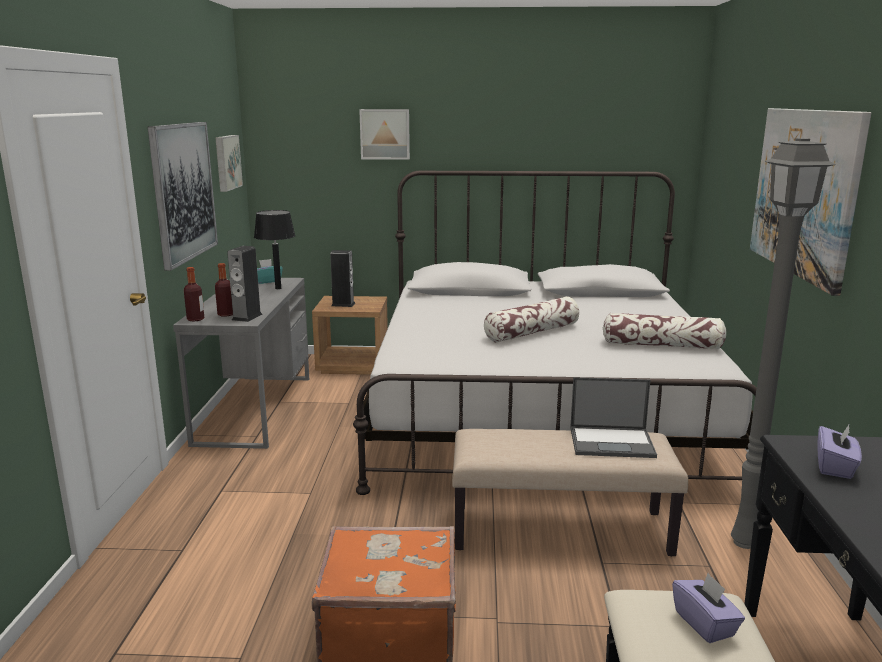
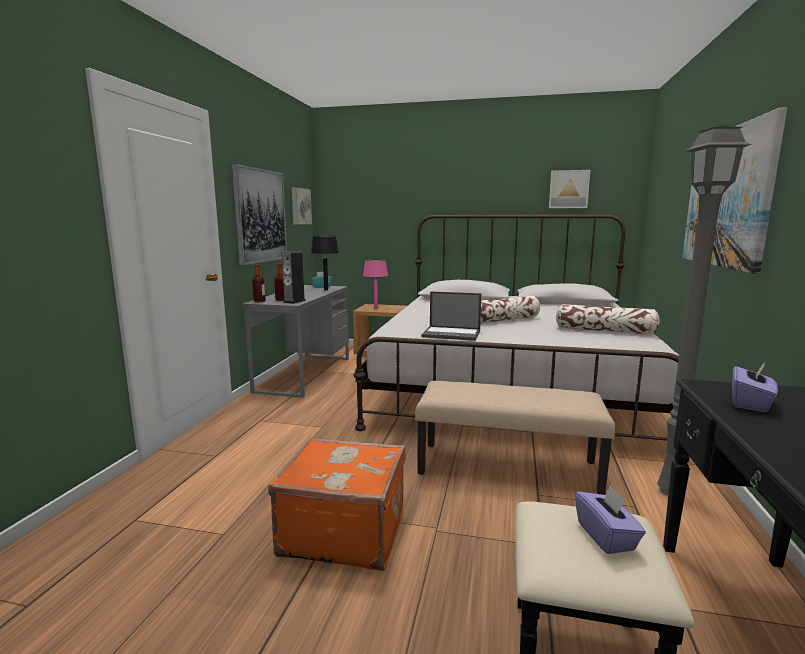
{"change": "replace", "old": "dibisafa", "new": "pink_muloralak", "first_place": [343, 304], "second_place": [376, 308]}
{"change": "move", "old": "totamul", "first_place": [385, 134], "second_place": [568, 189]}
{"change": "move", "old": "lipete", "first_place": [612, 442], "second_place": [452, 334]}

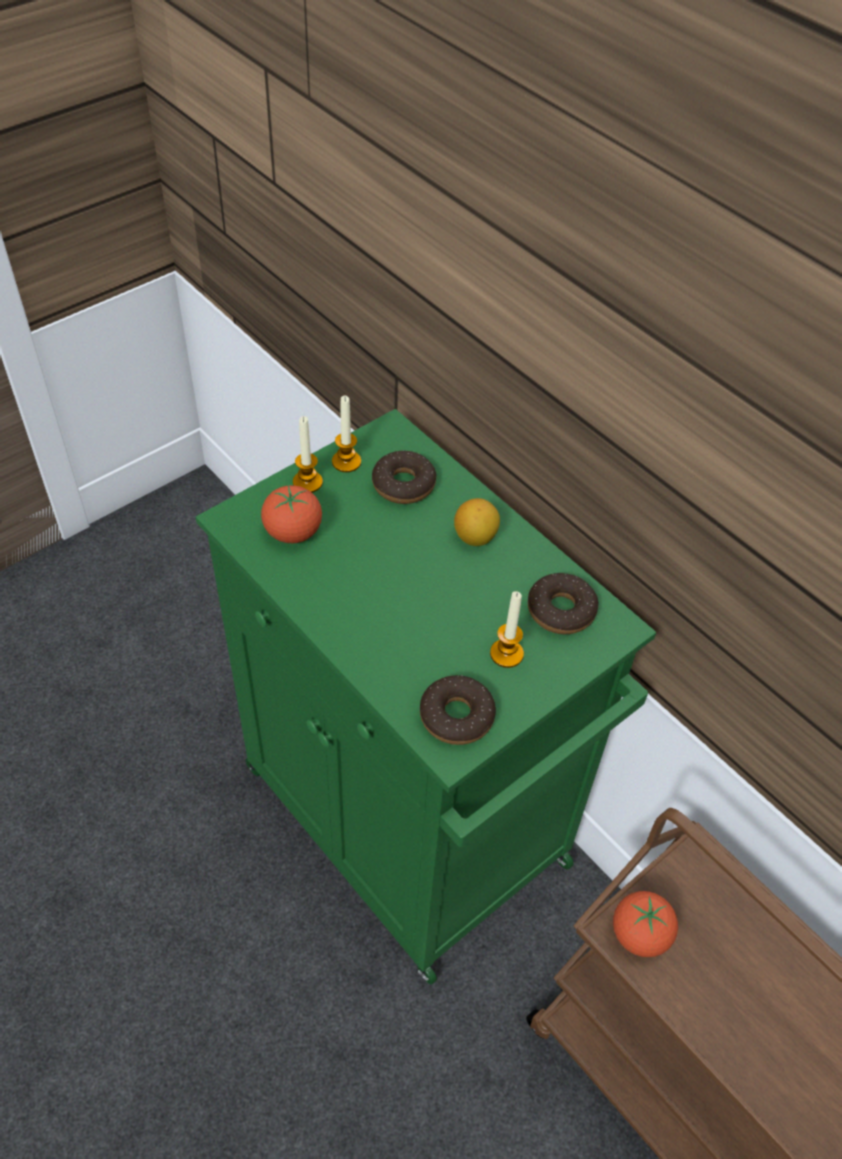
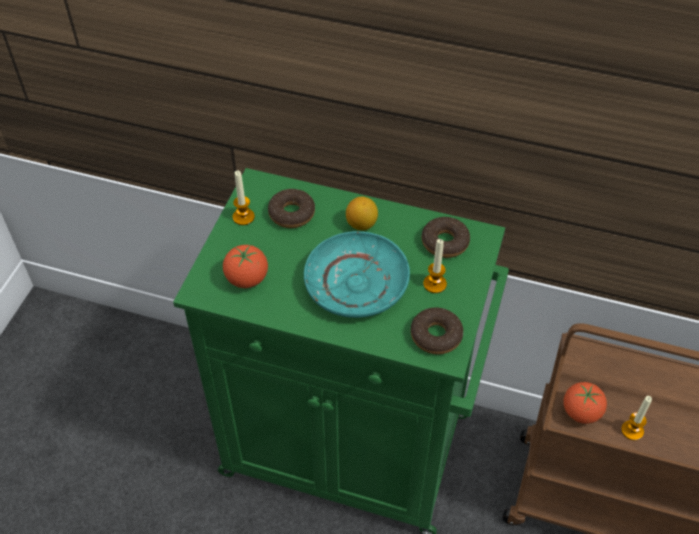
{"change": "move", "old": "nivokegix", "first_place": [307, 482], "second_place": [632, 430]}
{"change": "insert", "new": "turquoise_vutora", "second_place": [357, 284]}

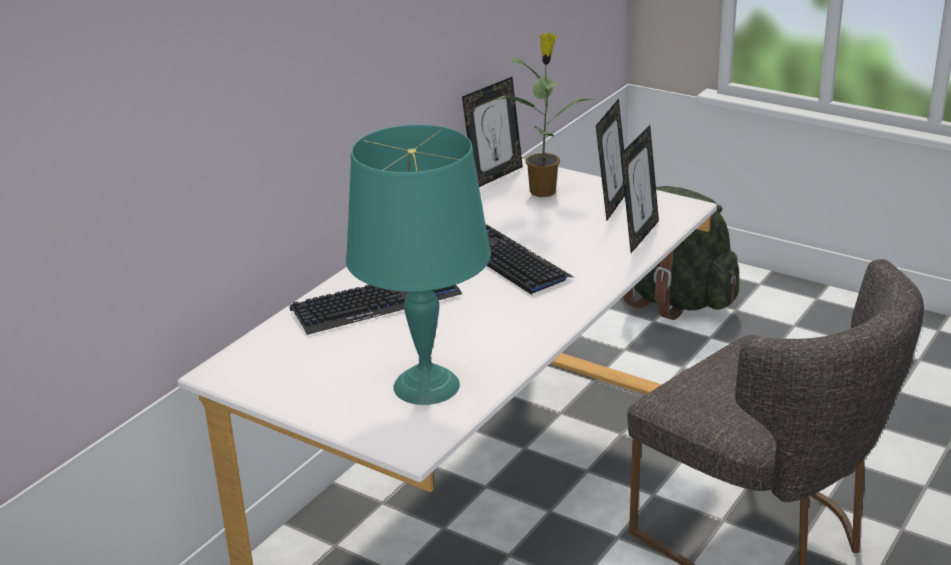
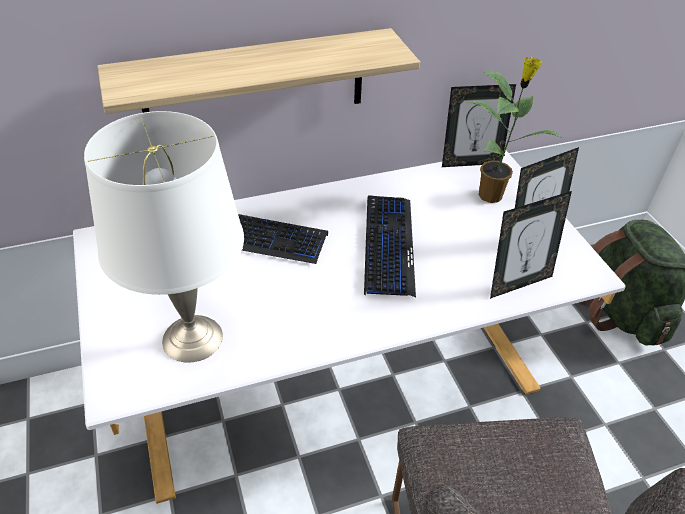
{"change": "recolor", "old": "turquoise_muloralak", "new": "white_muloralak", "first_place": [425, 385], "second_place": [192, 337]}
{"change": "insert", "new": "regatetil", "second_place": [255, 83]}

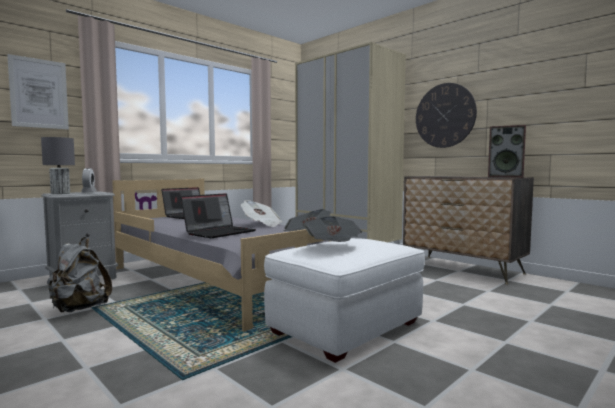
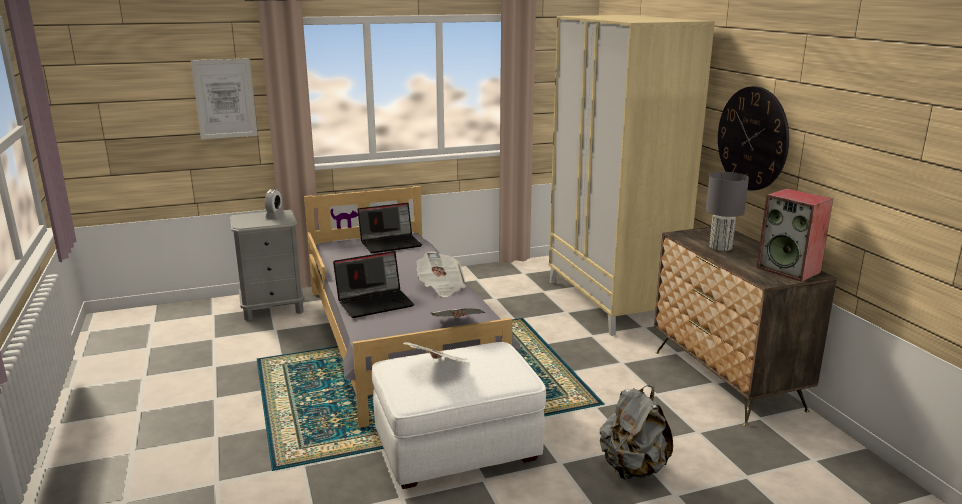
{"change": "move", "old": "grey_muloralak", "first_place": [60, 193], "second_place": [720, 247]}
{"change": "move", "old": "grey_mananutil", "first_place": [78, 309], "second_place": [633, 468]}

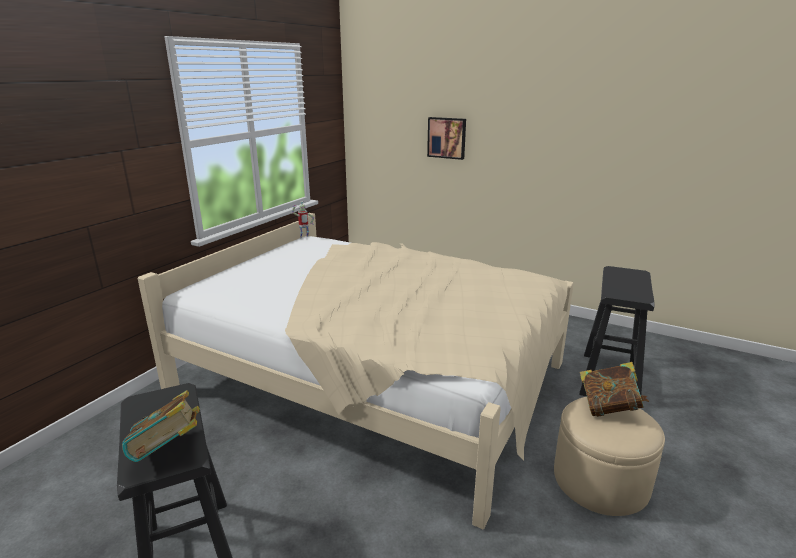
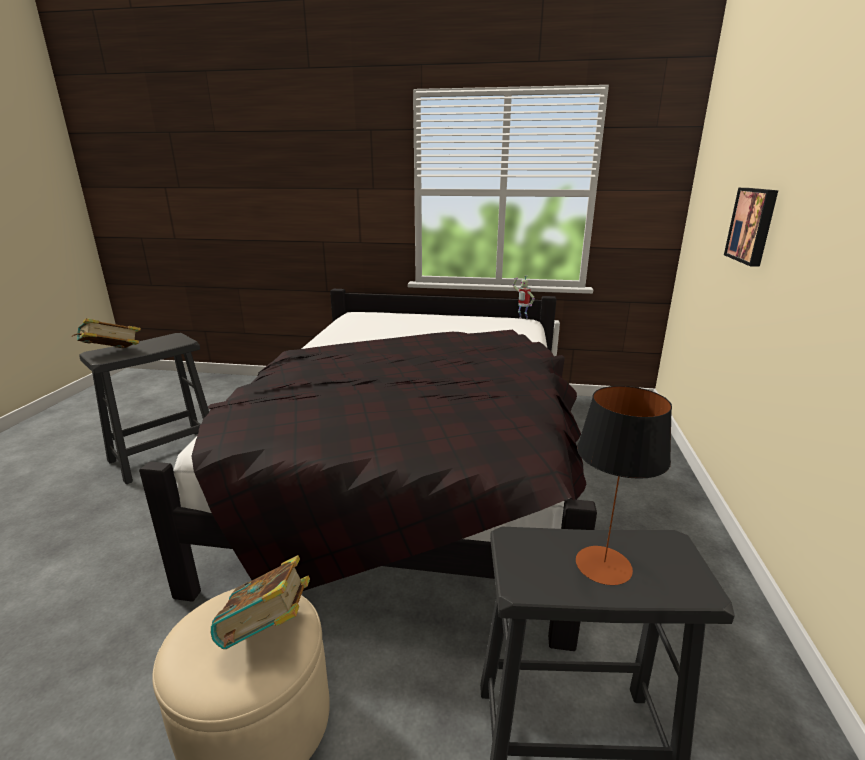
{"change": "recolor", "old": "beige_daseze", "new": "black_daseze", "first_place": [374, 377], "second_place": [415, 473]}
{"change": "insert", "new": "muloralak", "second_place": [604, 565]}

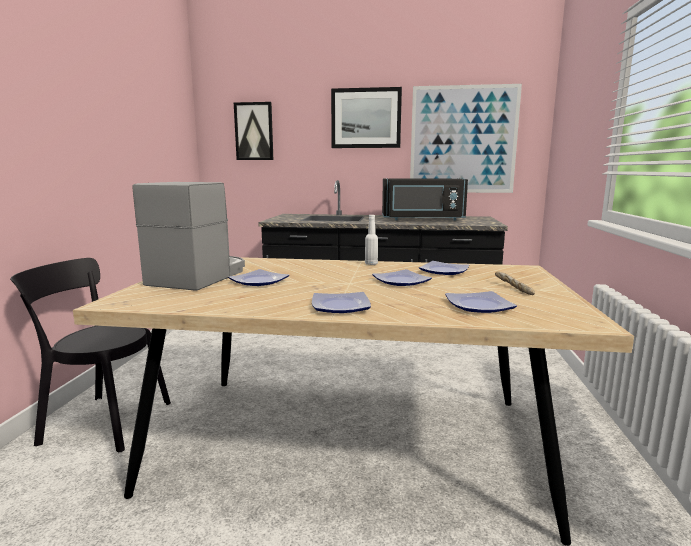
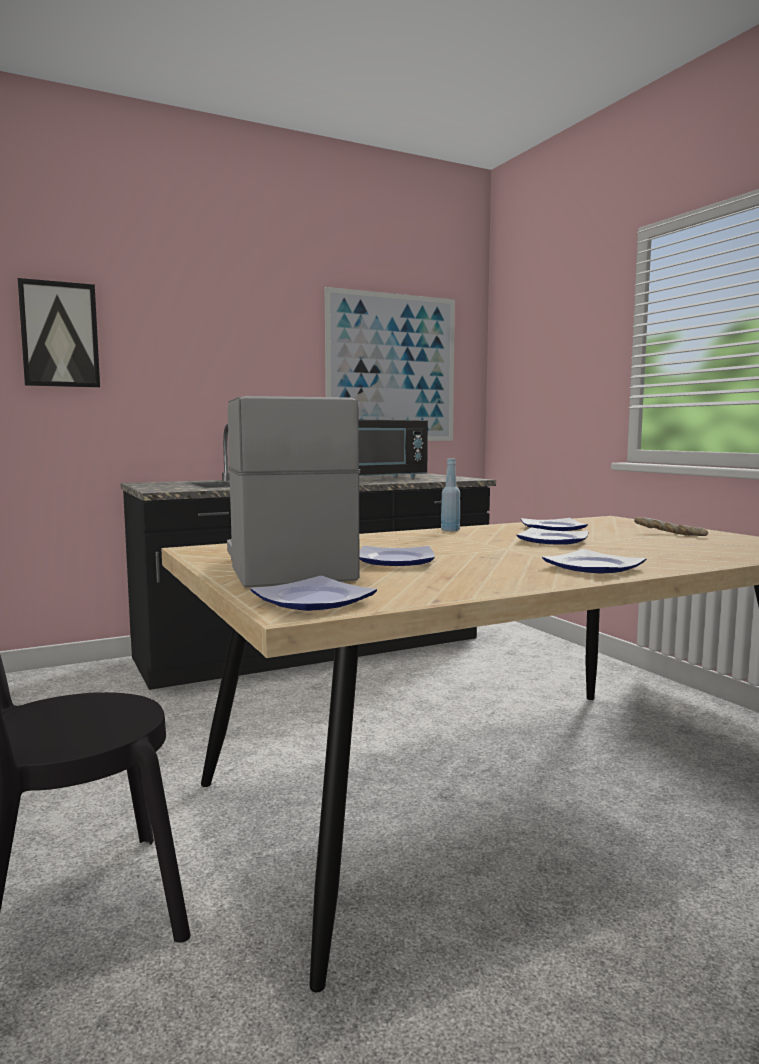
{"change": "delete", "old": "totamul", "first_place": [366, 118]}
{"change": "recolor", "old": "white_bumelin", "new": "blue_bumelin", "first_place": [371, 264], "second_place": [450, 530]}
{"change": "move", "old": "vutora", "first_place": [477, 305], "second_place": [311, 601]}

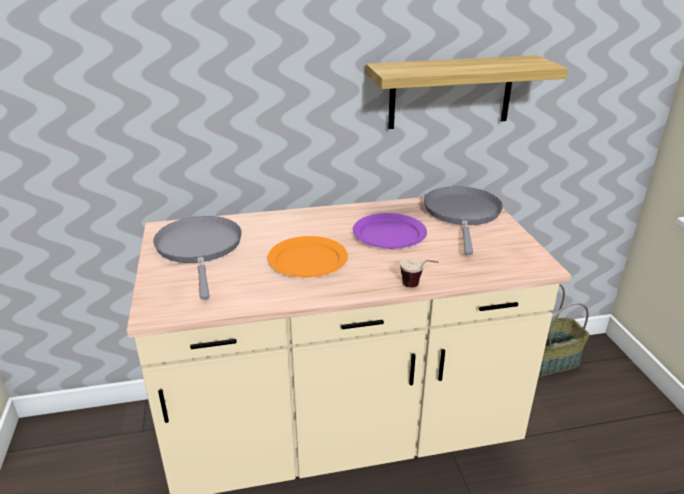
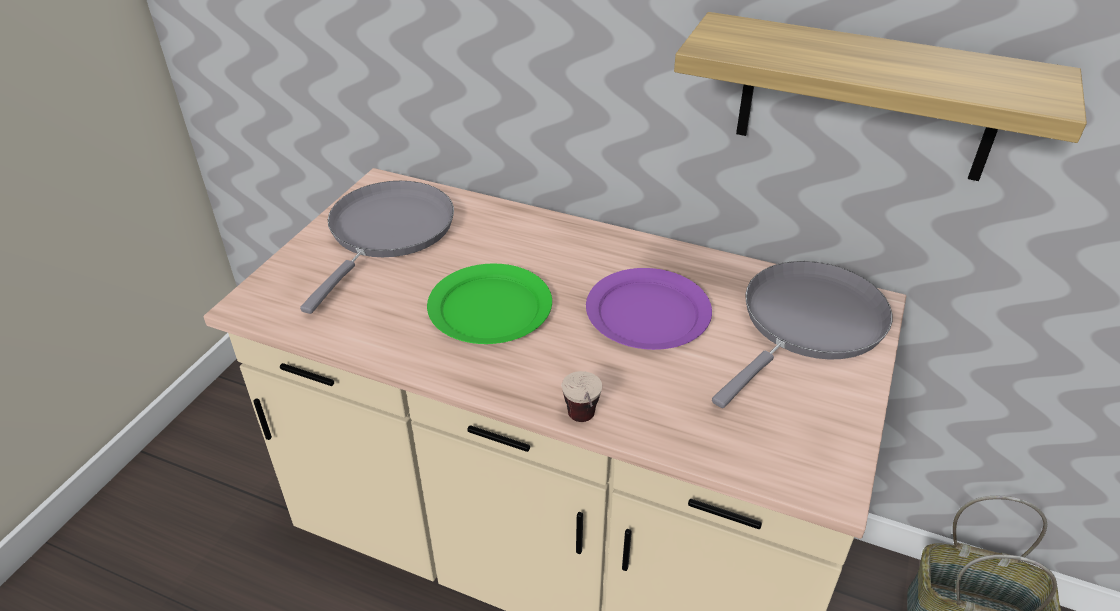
{"change": "recolor", "old": "orange_vutora", "new": "green_vutora", "first_place": [307, 260], "second_place": [490, 307]}

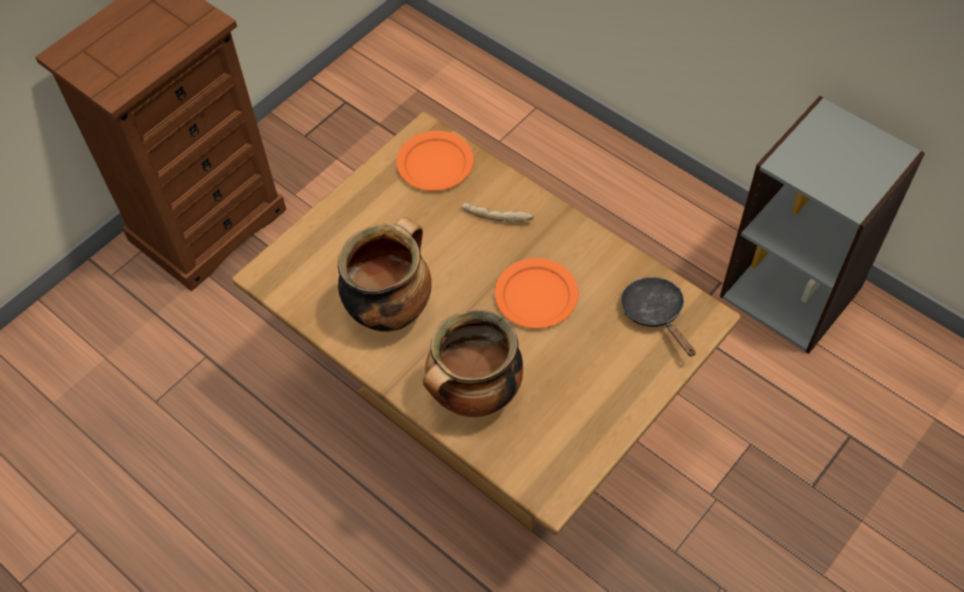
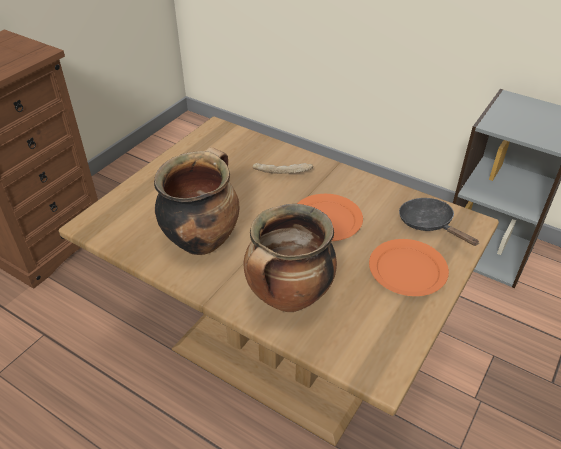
{"change": "move", "old": "orange_vutora", "first_place": [434, 164], "second_place": [407, 270]}

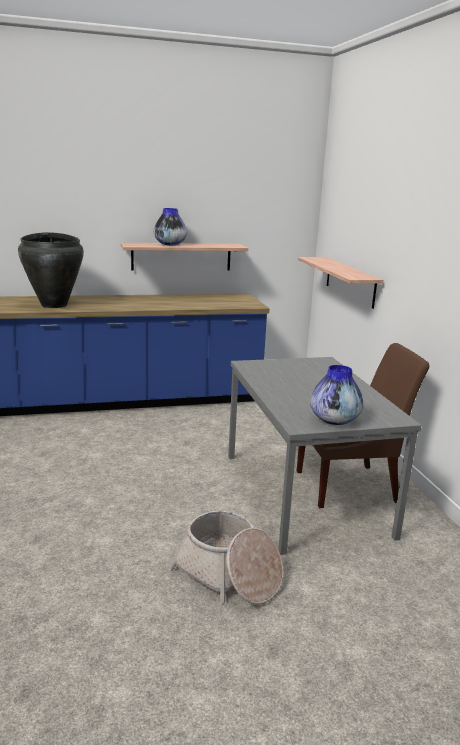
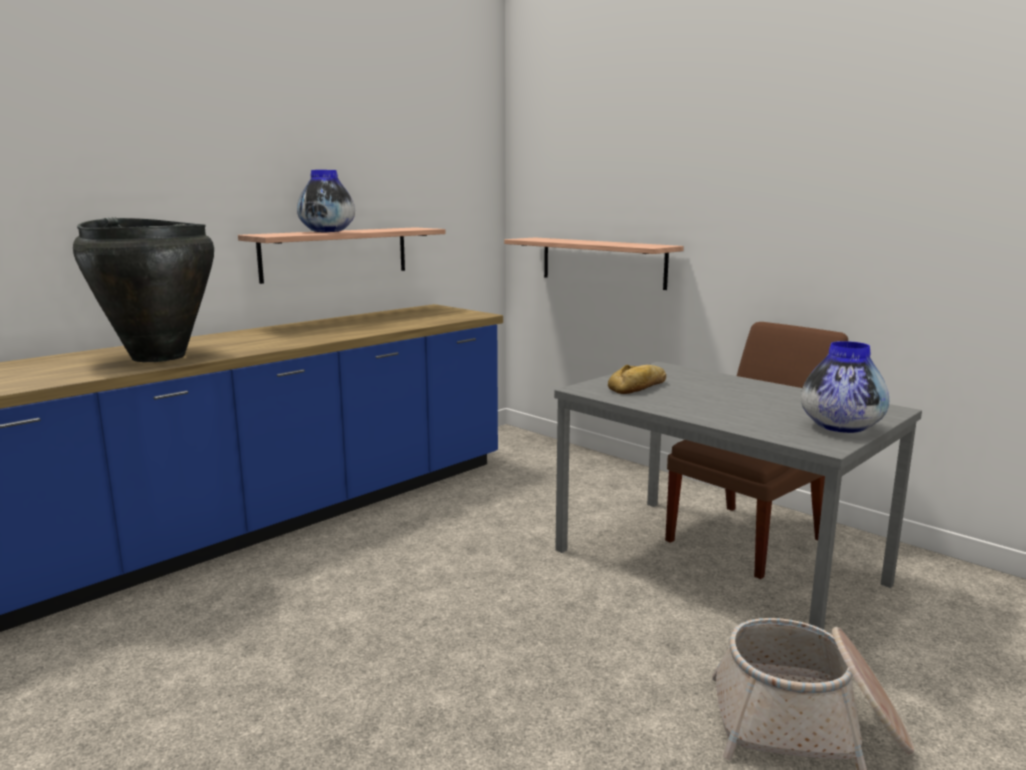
{"change": "insert", "new": "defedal", "second_place": [639, 387]}

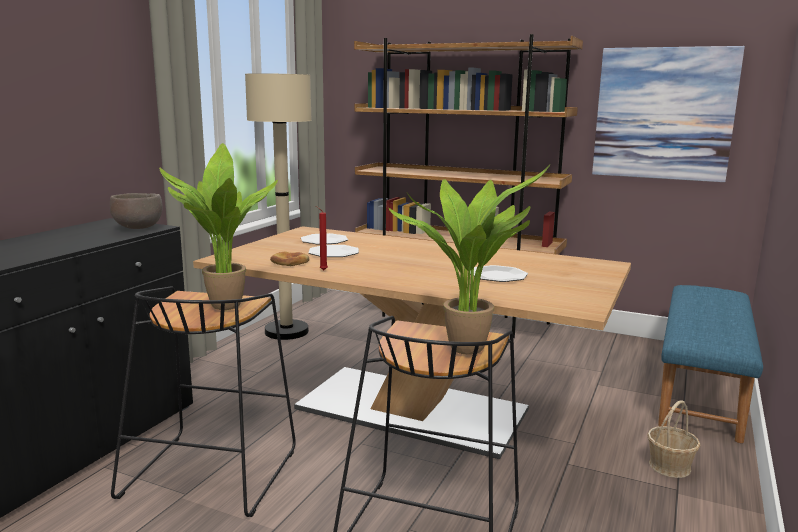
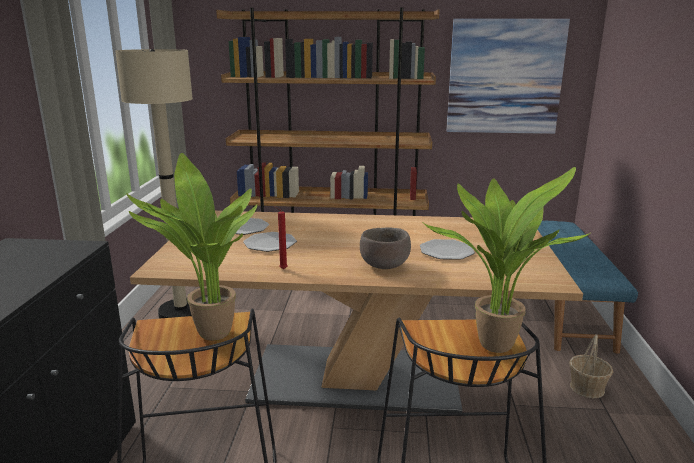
{"change": "move", "old": "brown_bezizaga", "first_place": [138, 228], "second_place": [385, 266]}
{"change": "delete", "old": "defedal", "first_place": [290, 262]}

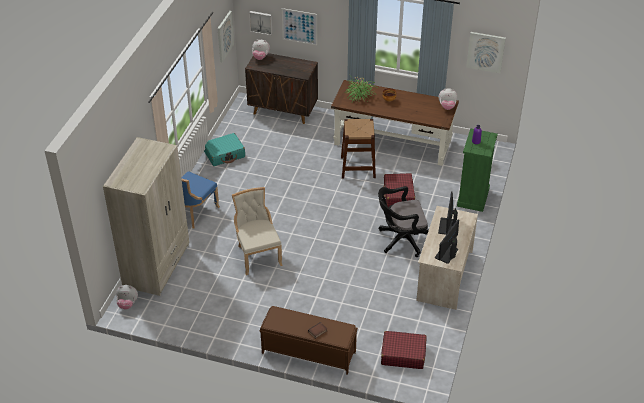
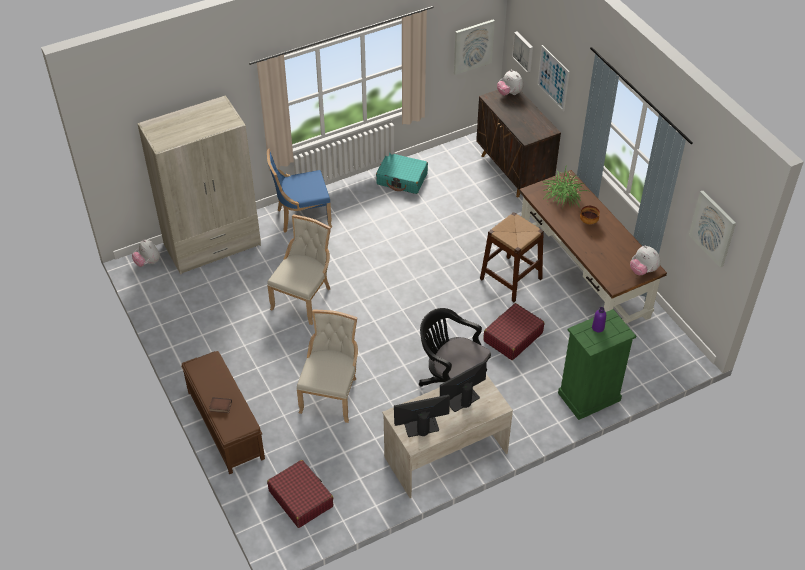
{"change": "insert", "new": "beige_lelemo", "second_place": [331, 394]}

